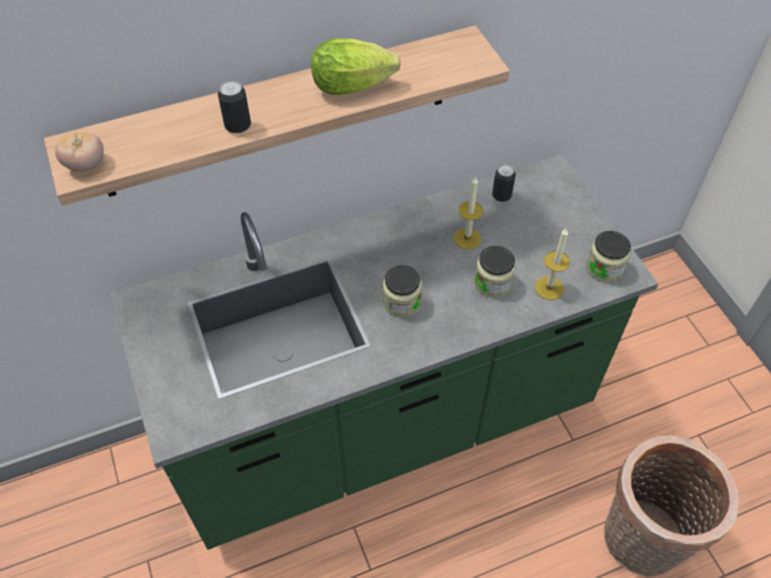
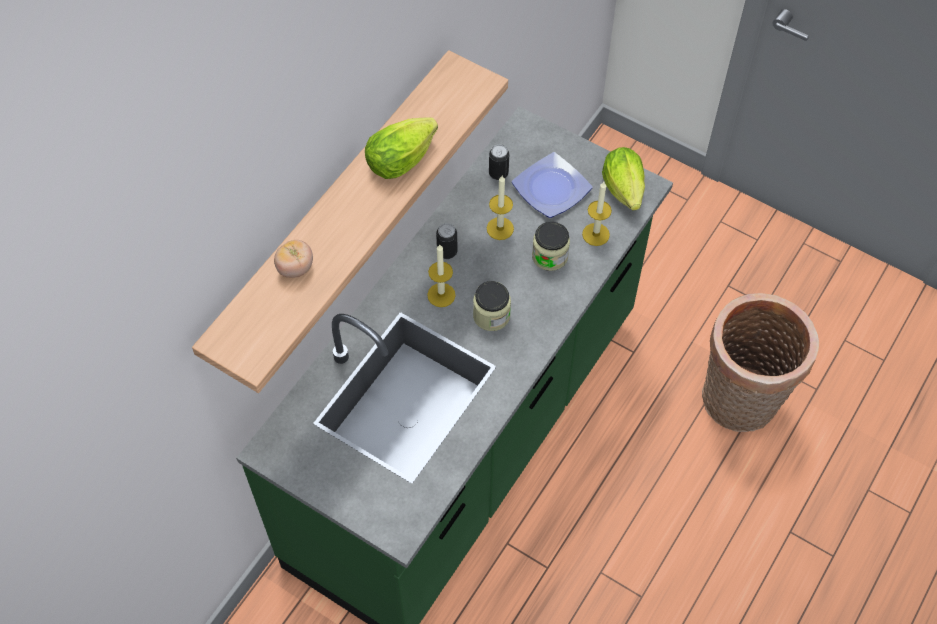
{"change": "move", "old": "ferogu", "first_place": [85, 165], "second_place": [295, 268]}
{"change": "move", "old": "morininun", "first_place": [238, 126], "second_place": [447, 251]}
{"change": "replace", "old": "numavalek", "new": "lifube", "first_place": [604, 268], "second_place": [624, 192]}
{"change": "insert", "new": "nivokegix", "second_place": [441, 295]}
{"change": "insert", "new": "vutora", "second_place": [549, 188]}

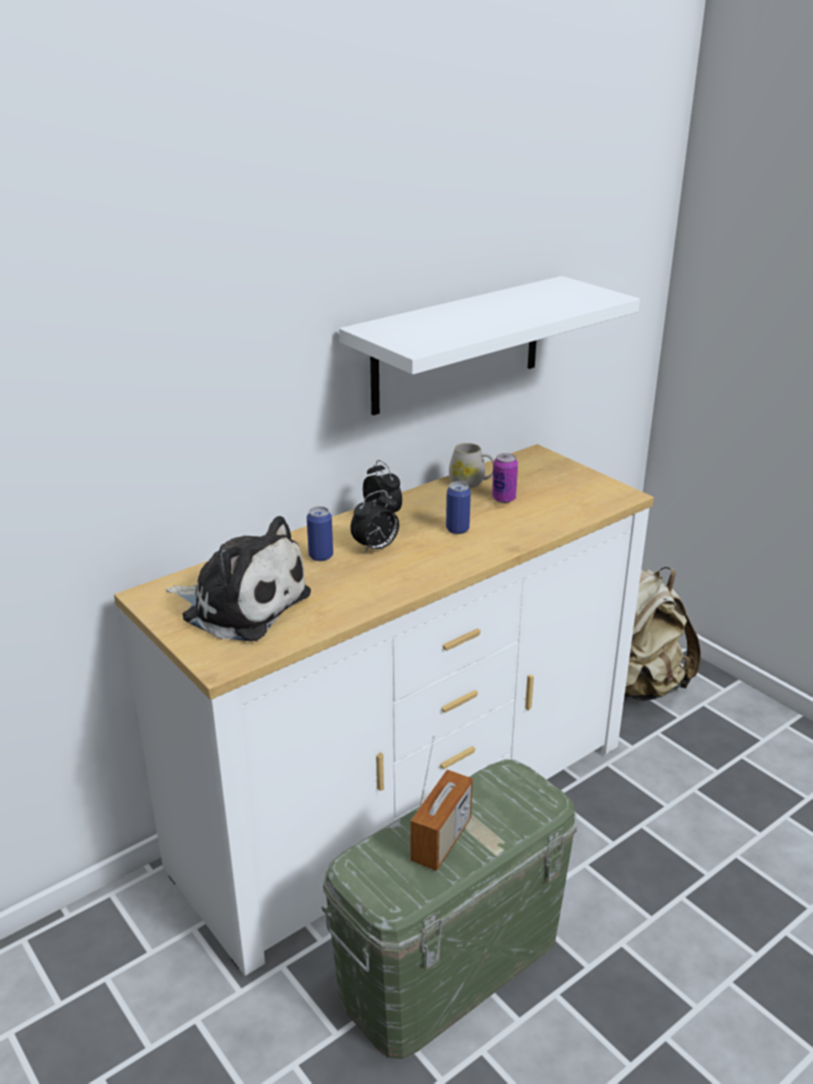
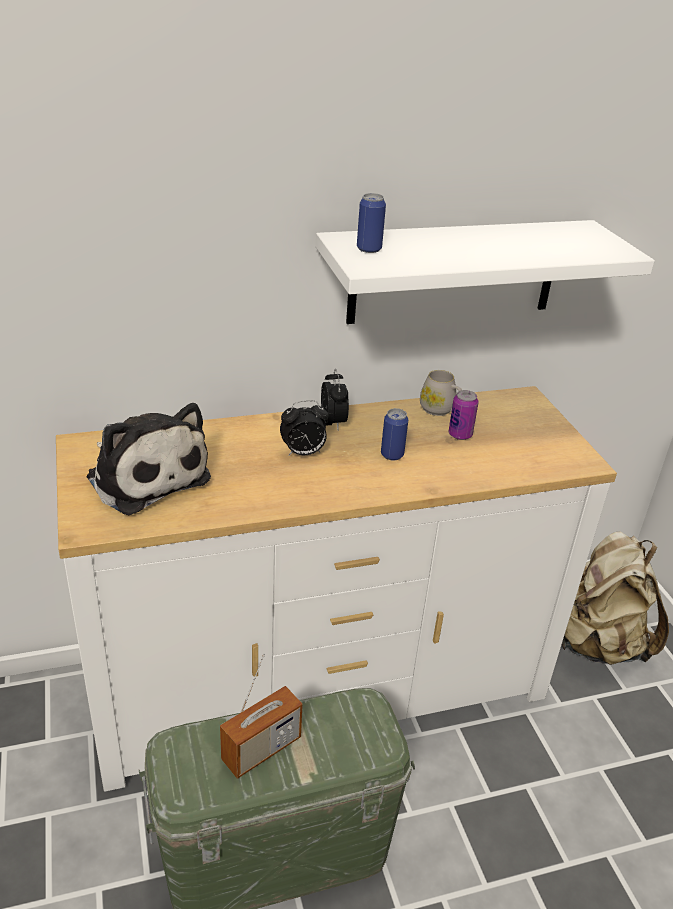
{"change": "move", "old": "morininun", "first_place": [321, 556], "second_place": [369, 249]}

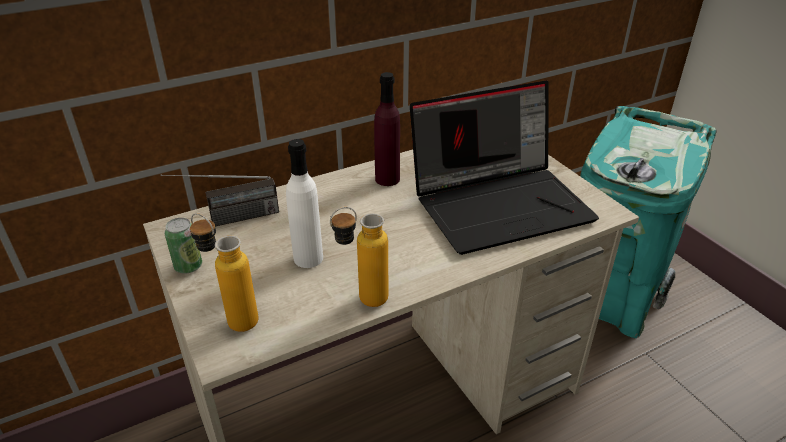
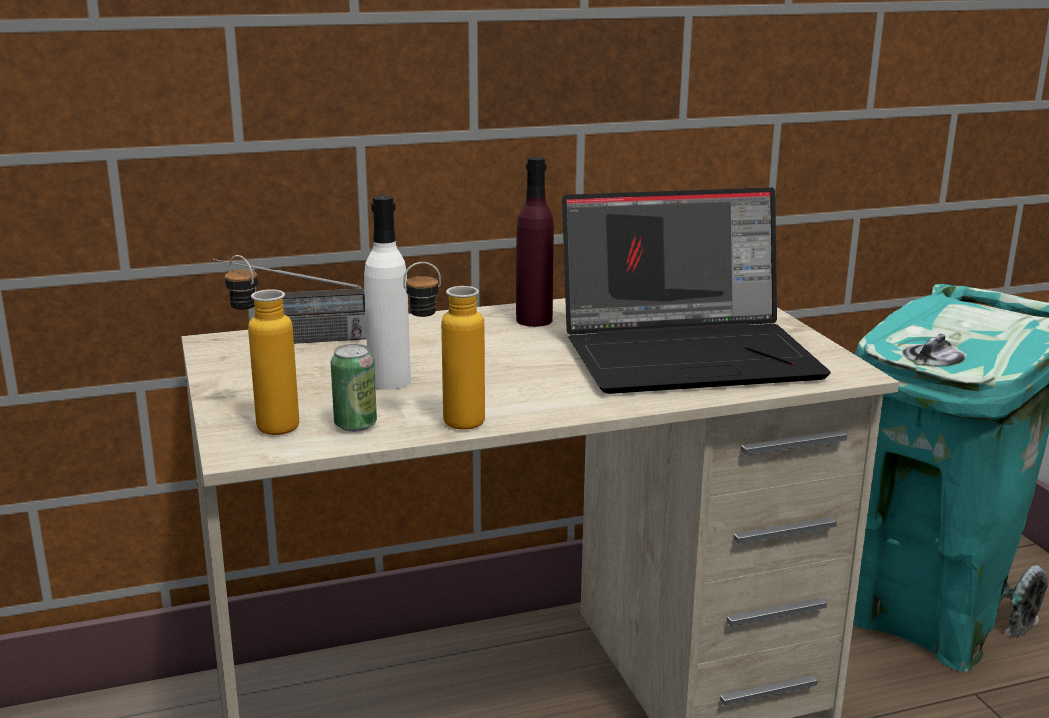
{"change": "move", "old": "morininun", "first_place": [188, 266], "second_place": [355, 425]}

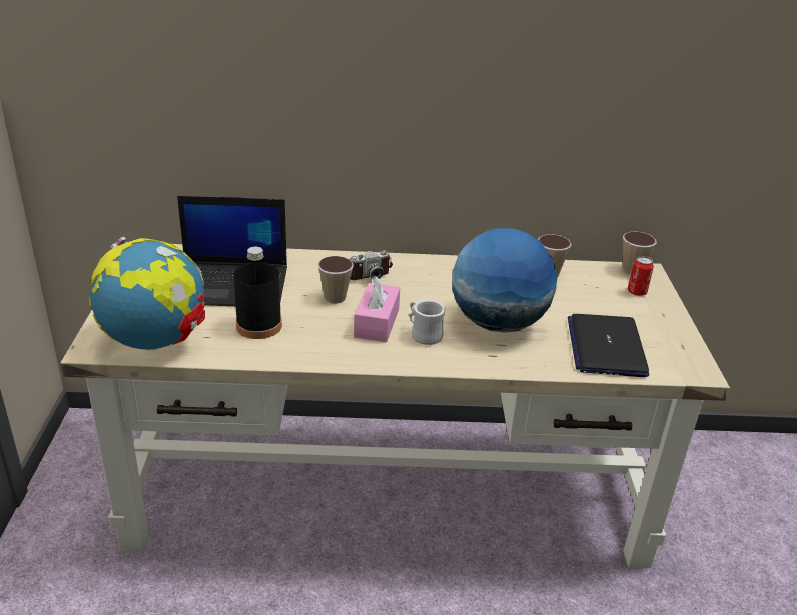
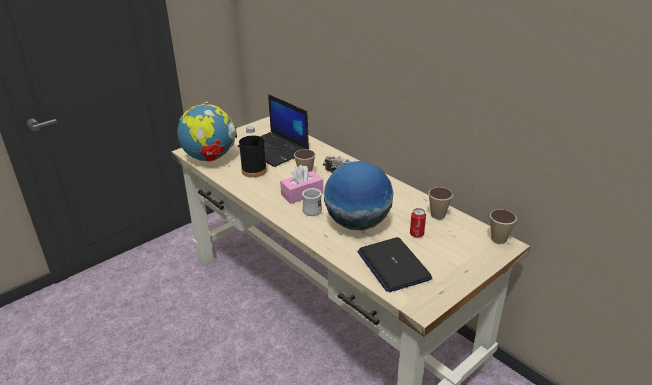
{"change": "rotate", "old": "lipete", "first_place": [606, 346], "second_place": [393, 265], "degrees": -75}
{"change": "move", "old": "morininun", "first_place": [637, 292], "second_place": [416, 234]}

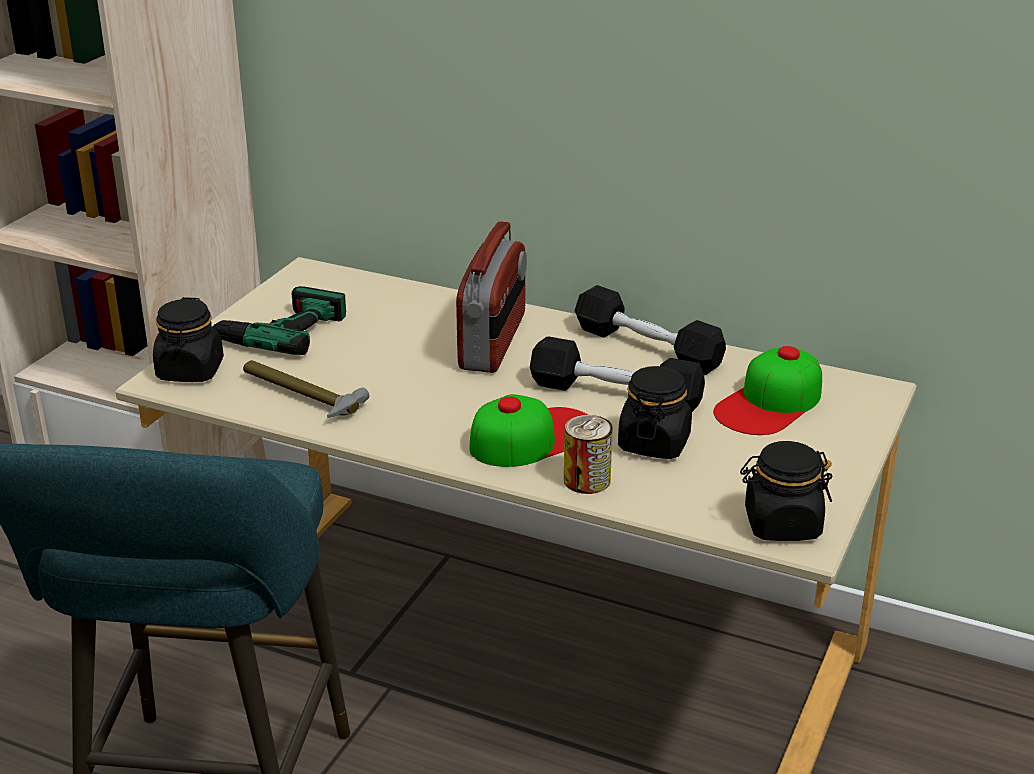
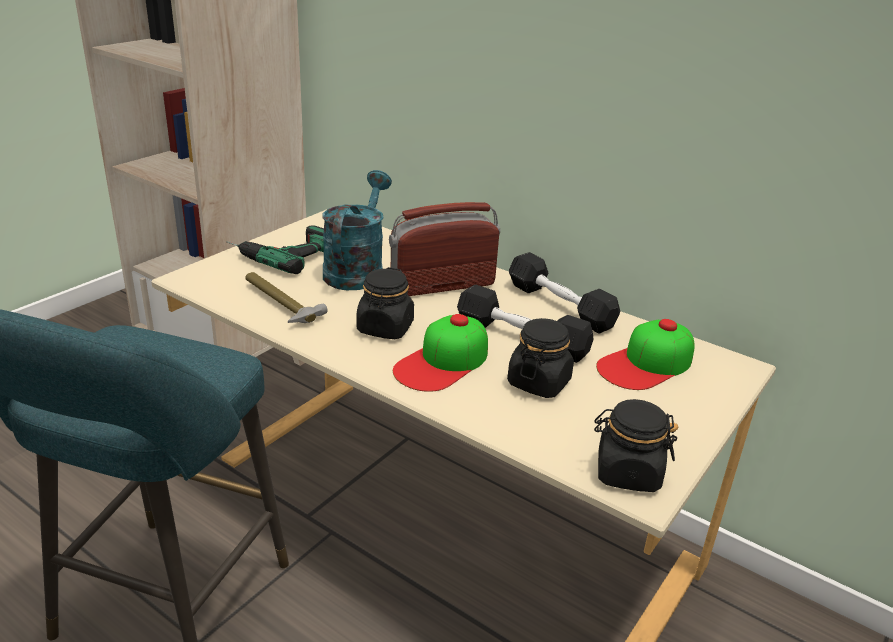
{"change": "move", "old": "black_numavalek", "first_place": [190, 371], "second_place": [385, 328]}
{"change": "rotate", "old": "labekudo", "first_place": [494, 342], "second_place": [442, 285], "degrees": -135}
{"change": "rotate", "old": "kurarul", "first_place": [533, 437], "second_place": [442, 362], "degrees": 150}
{"change": "delete", "old": "morininun", "first_place": [587, 480]}
{"change": "insert", "new": "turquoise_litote", "second_place": [356, 269]}

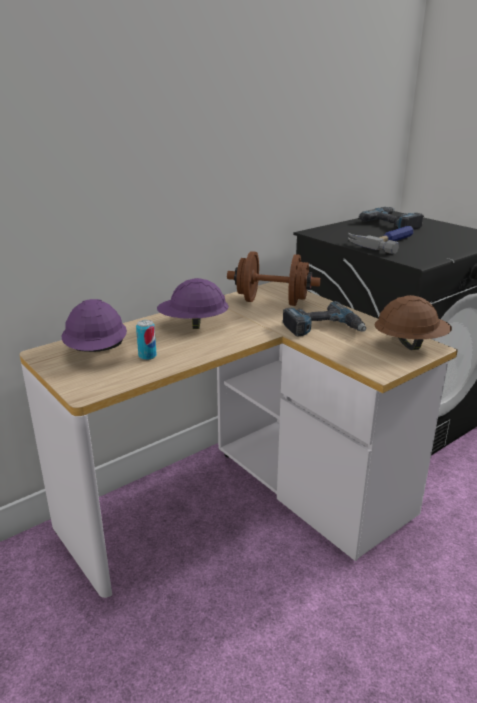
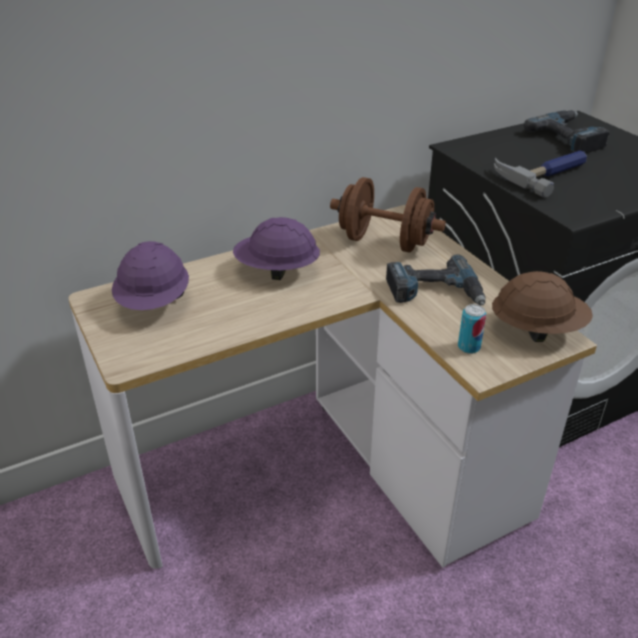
{"change": "move", "old": "morininun", "first_place": [147, 356], "second_place": [469, 347]}

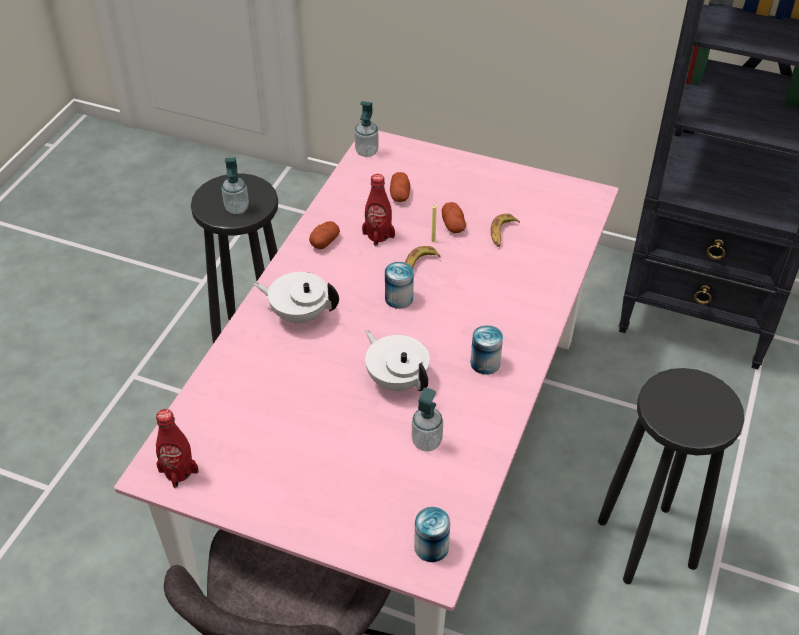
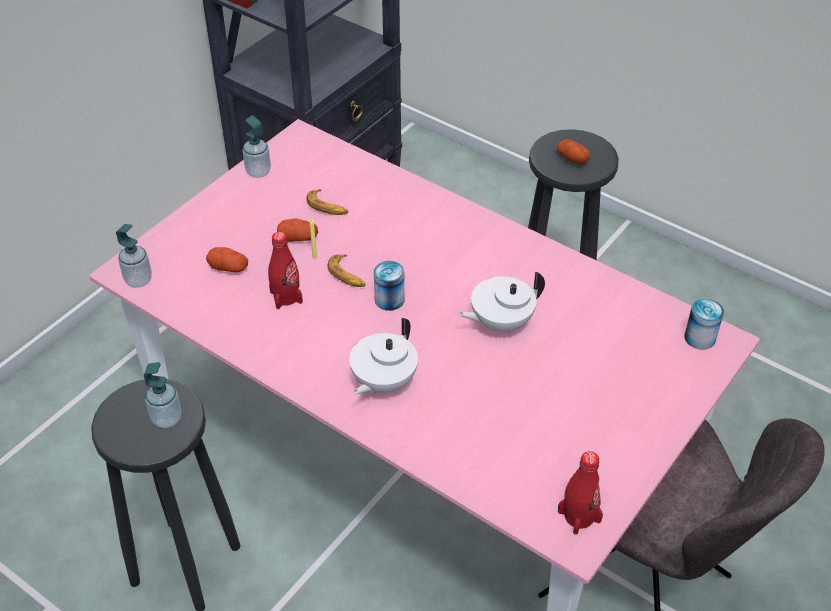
{"change": "move", "old": "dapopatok", "first_place": [324, 241], "second_place": [572, 159]}
{"change": "move", "old": "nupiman", "first_place": [426, 442], "second_place": [258, 172]}
{"change": "delete", "old": "morininun", "first_place": [485, 363]}

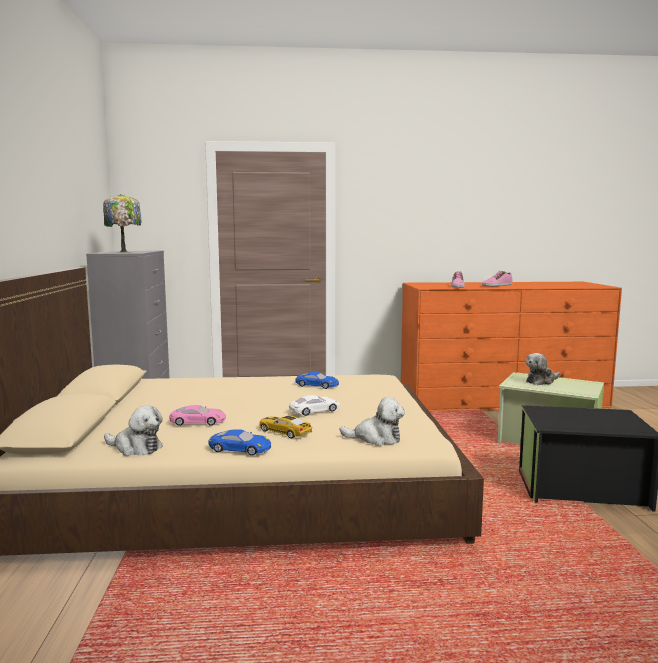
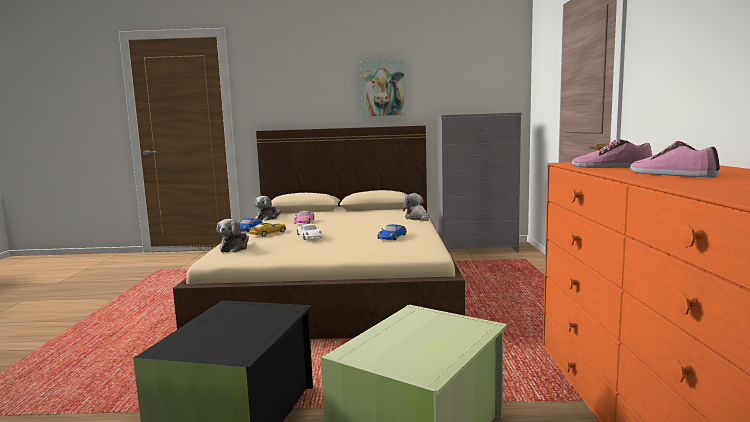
{"change": "delete", "old": "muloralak", "first_place": [125, 252]}
{"change": "move", "old": "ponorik", "first_place": [541, 381], "second_place": [417, 218]}
{"change": "insert", "new": "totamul", "second_place": [382, 88]}

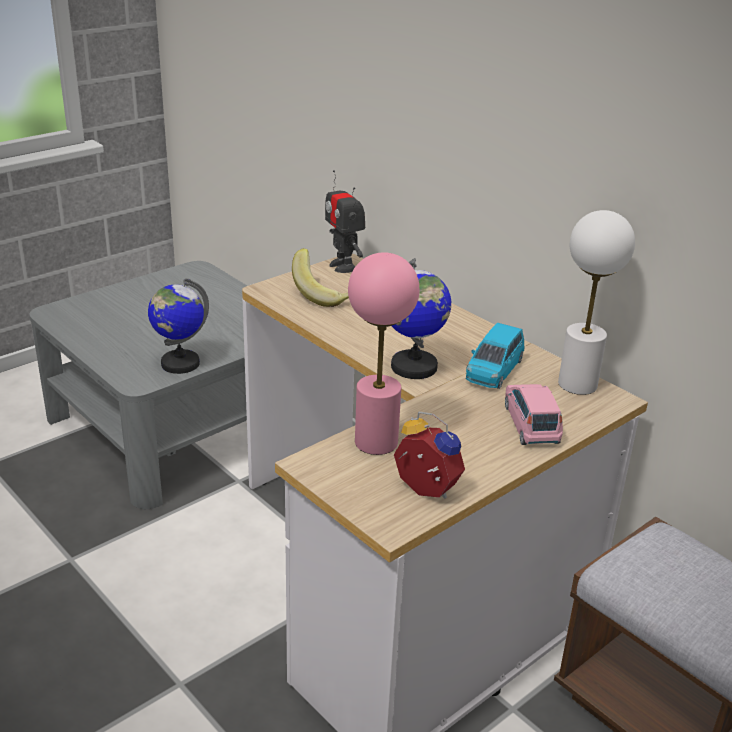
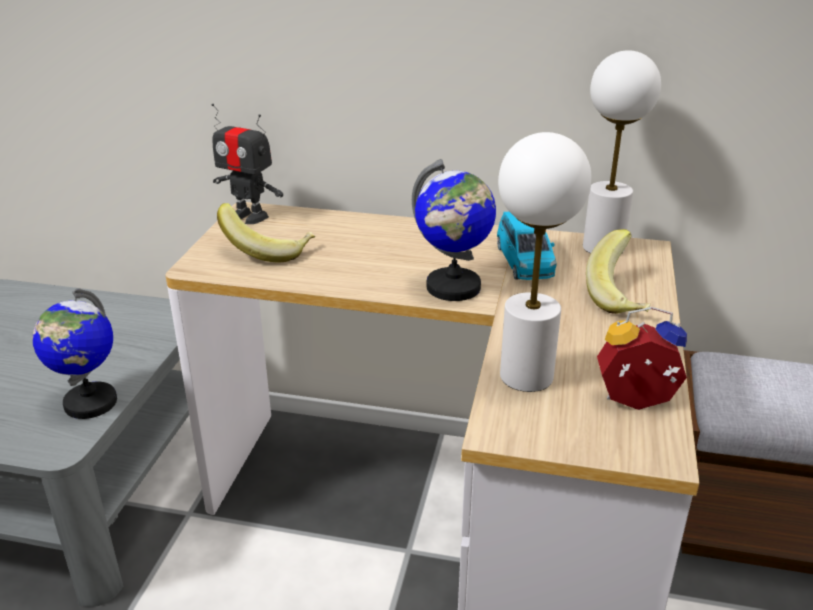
{"change": "recolor", "old": "pink_muloralak", "new": "white_muloralak", "first_place": [375, 442], "second_place": [525, 376]}
{"change": "replace", "old": "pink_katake", "new": "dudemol", "first_place": [530, 424], "second_place": [622, 297]}

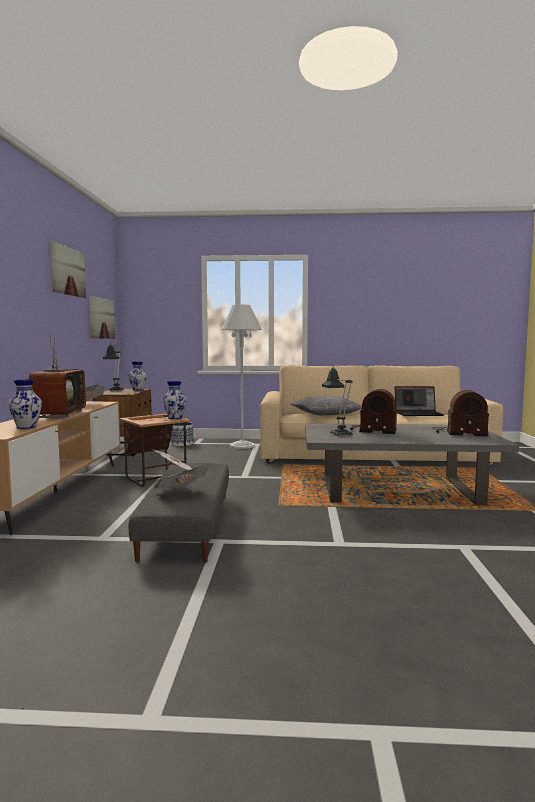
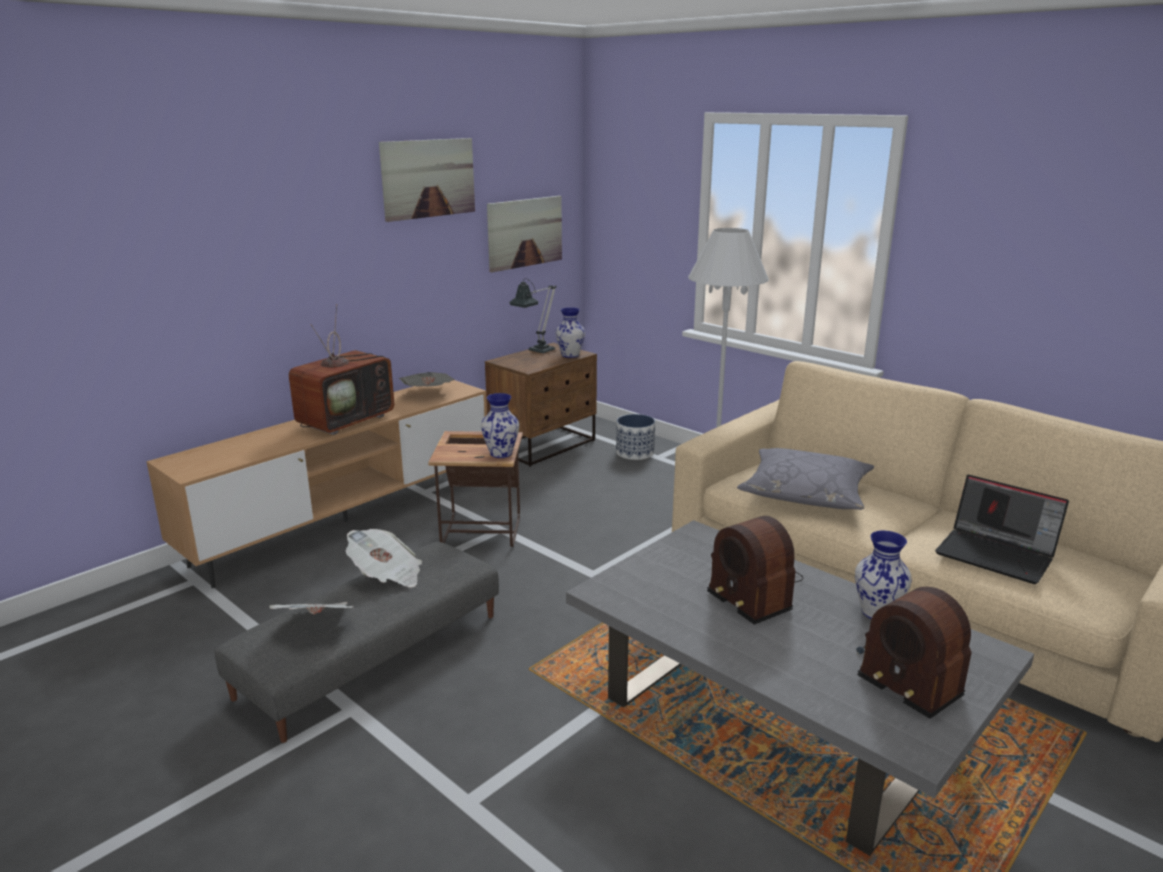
{"change": "move", "old": "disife", "first_place": [26, 427], "second_place": [876, 612]}
{"change": "delete", "old": "muloralak", "first_place": [339, 433]}

